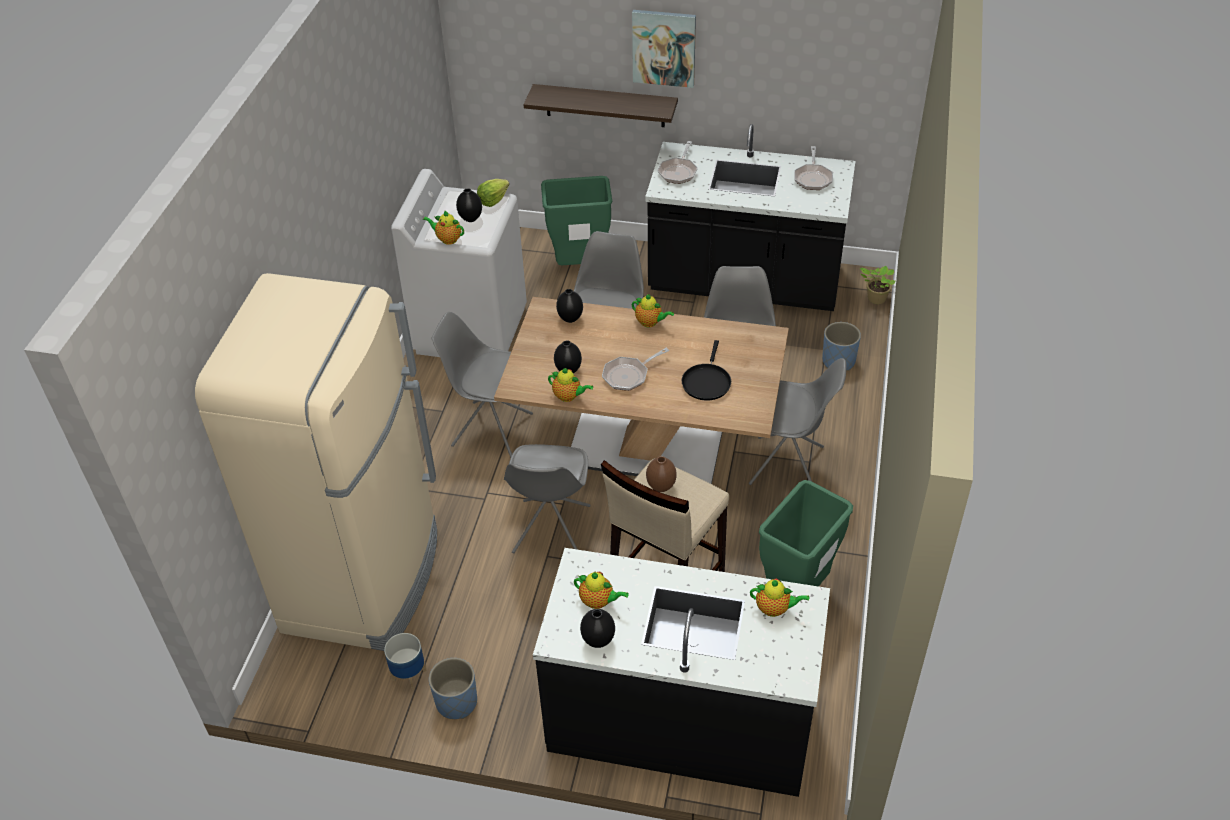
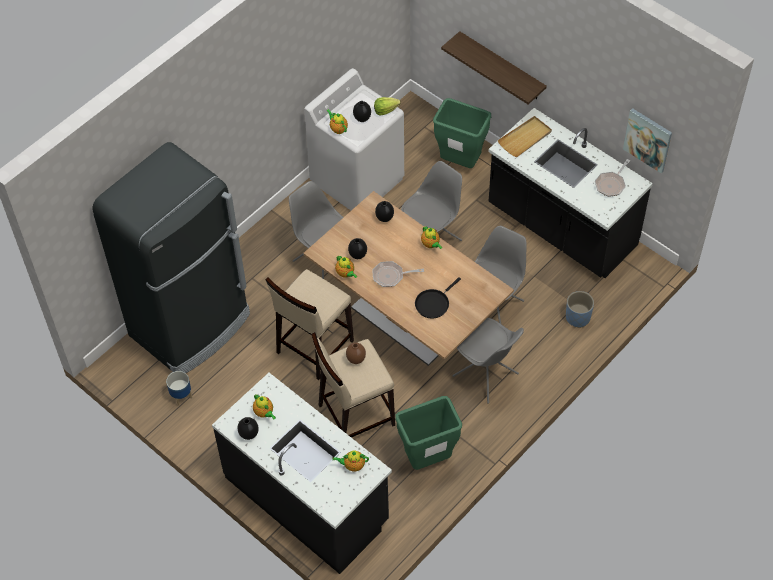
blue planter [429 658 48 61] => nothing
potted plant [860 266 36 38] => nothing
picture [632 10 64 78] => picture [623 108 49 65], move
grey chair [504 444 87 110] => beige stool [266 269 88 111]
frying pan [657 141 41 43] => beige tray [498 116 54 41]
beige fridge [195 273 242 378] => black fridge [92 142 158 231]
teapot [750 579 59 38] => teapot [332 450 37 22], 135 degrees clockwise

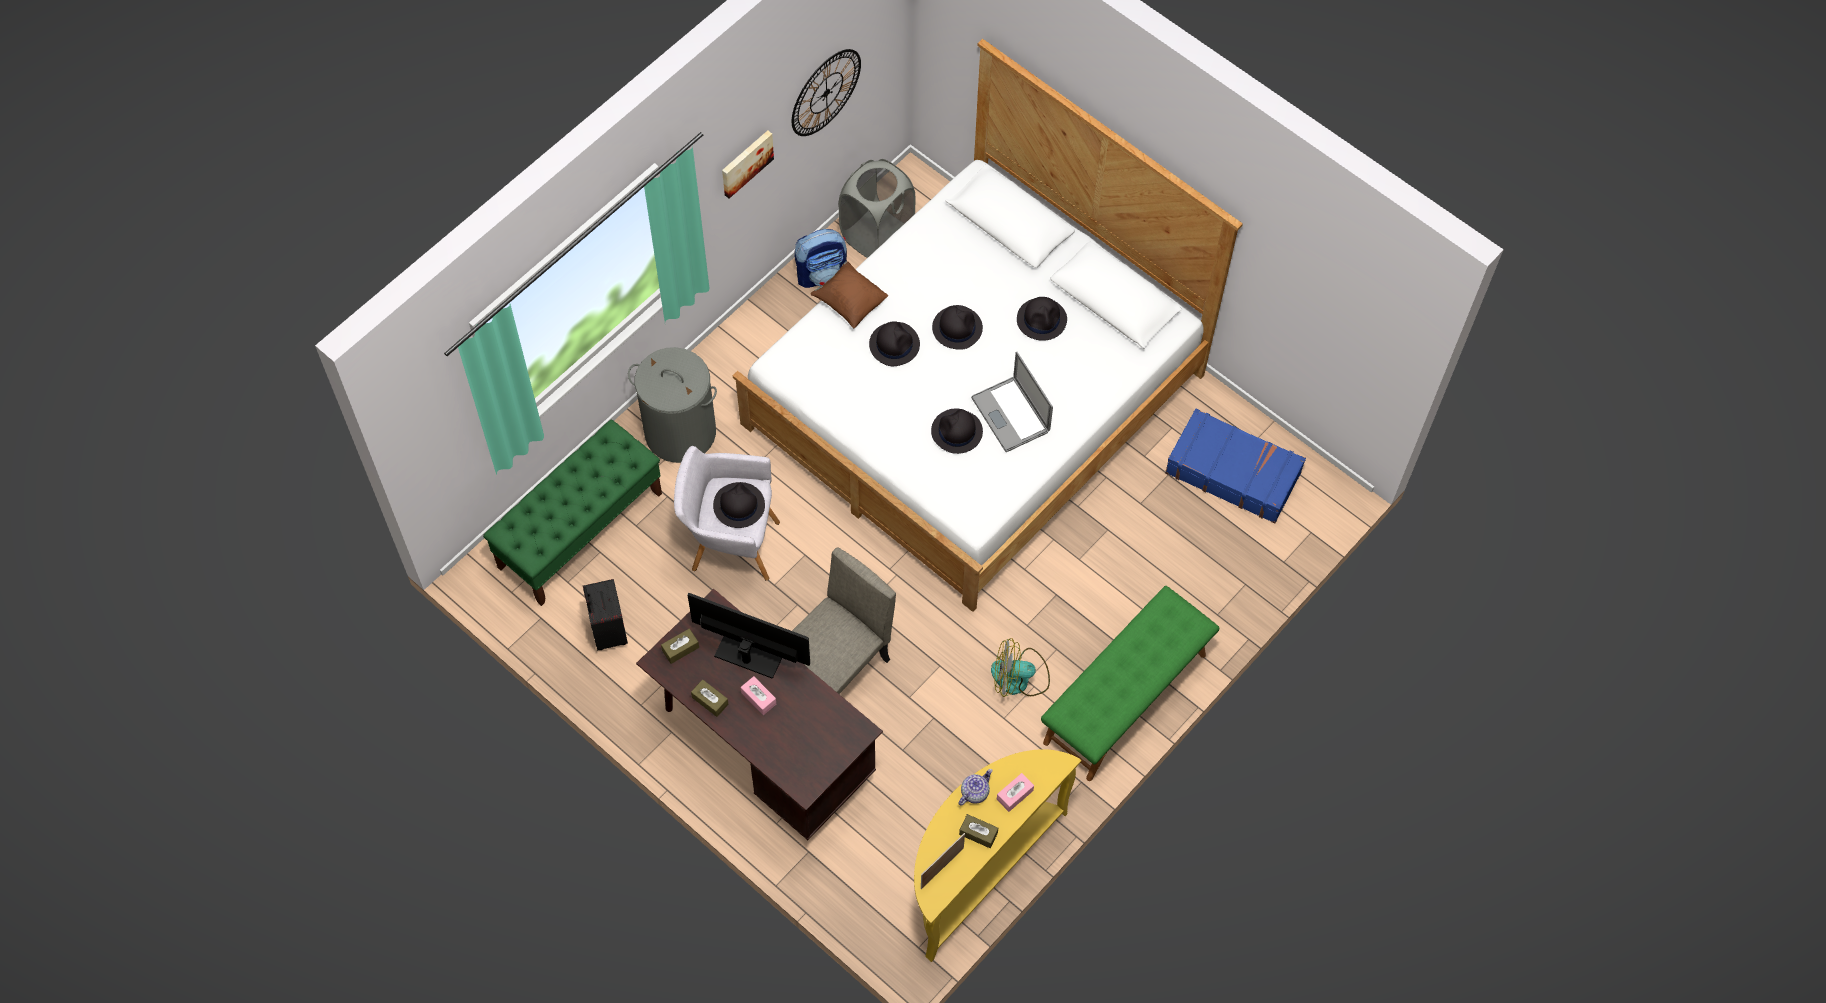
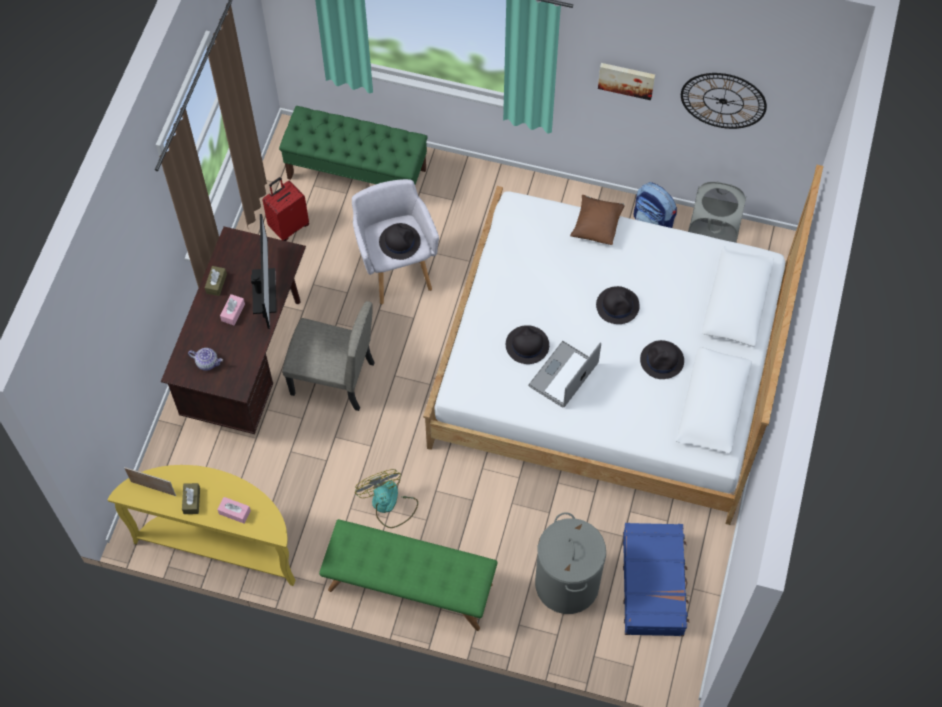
brown tissue box [661 629 38 35] => nothing
black hat [869 321 51 45] => nothing
grey laundry basket [628 347 89 116] => grey laundry basket [535 512 71 102], move
teapot [959 769 33 37] => teapot [188 348 35 23], move
black suitcase [583 579 45 71] => red suitcase [263 177 46 64]

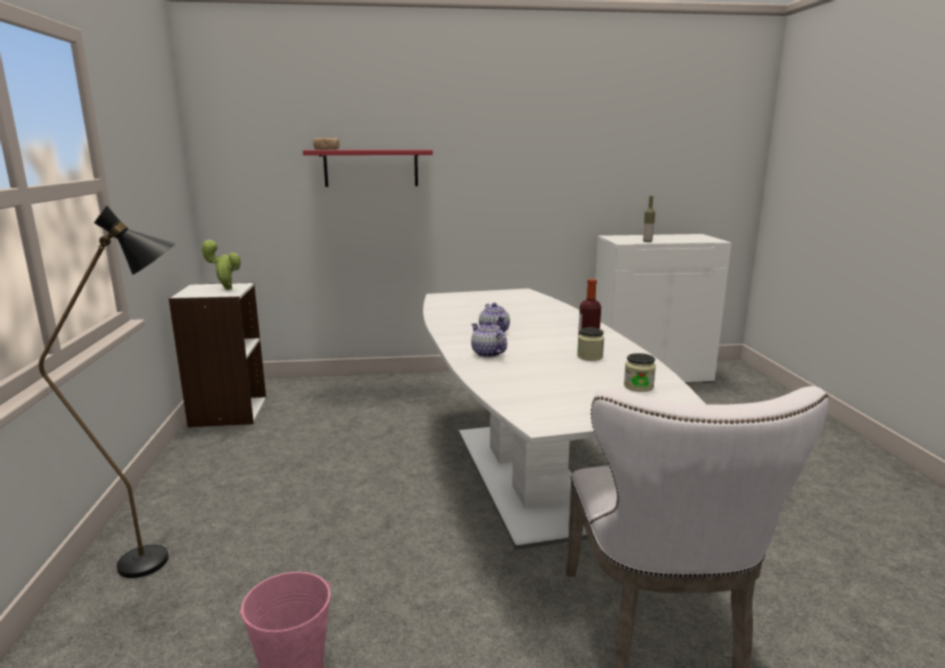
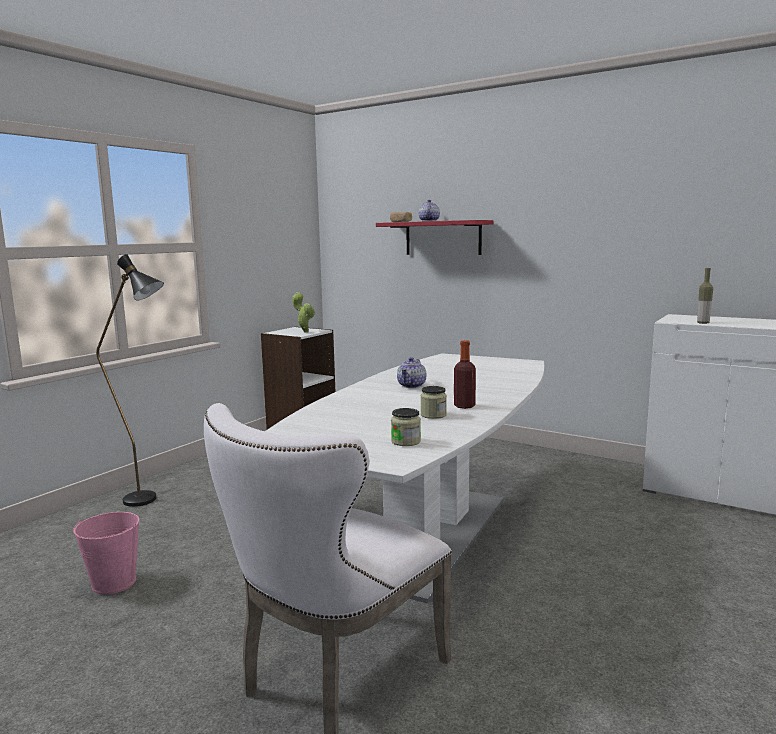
teapot [471 321 36 37] => teapot [419 200 21 21], move

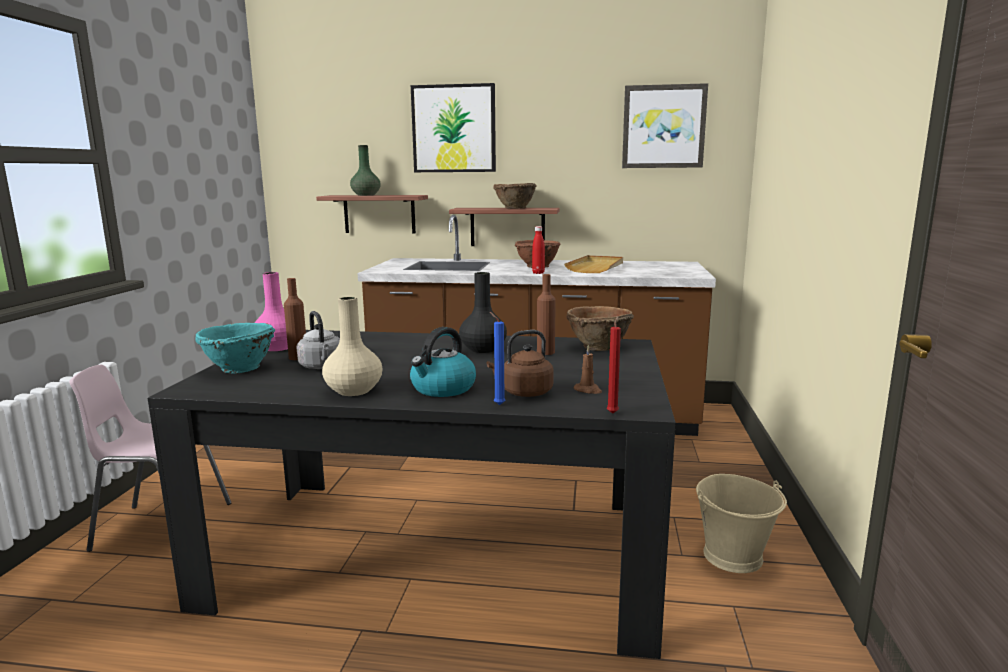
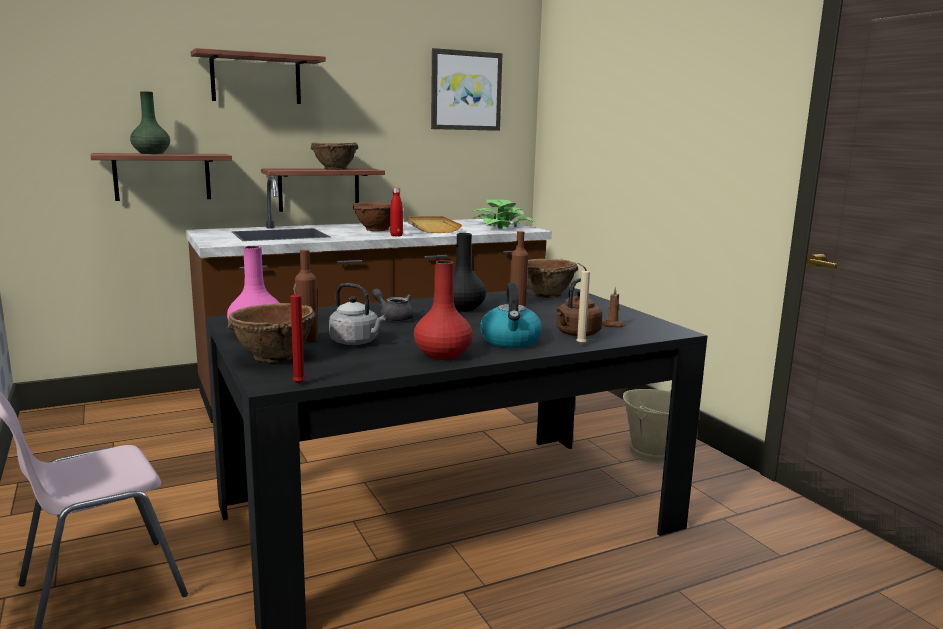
nothing => grey teapot [371 289 43 33]
nothing => potted plant [473 200 63 29]
red candle [607 316 14 98] => red candle [290 283 15 101], move
picture [411 83 85 89] => shelf [191 48 135 56]
turquoise bowl [195 323 80 50] => brown bowl [227 303 88 60]
beige vase [322 296 60 100] => red vase [414 260 59 100]
blue candle [490 312 16 93] => beige candle [576 263 14 82]

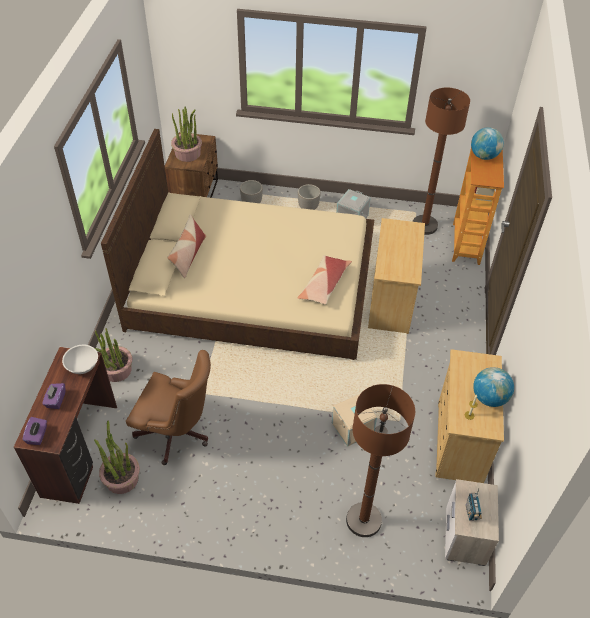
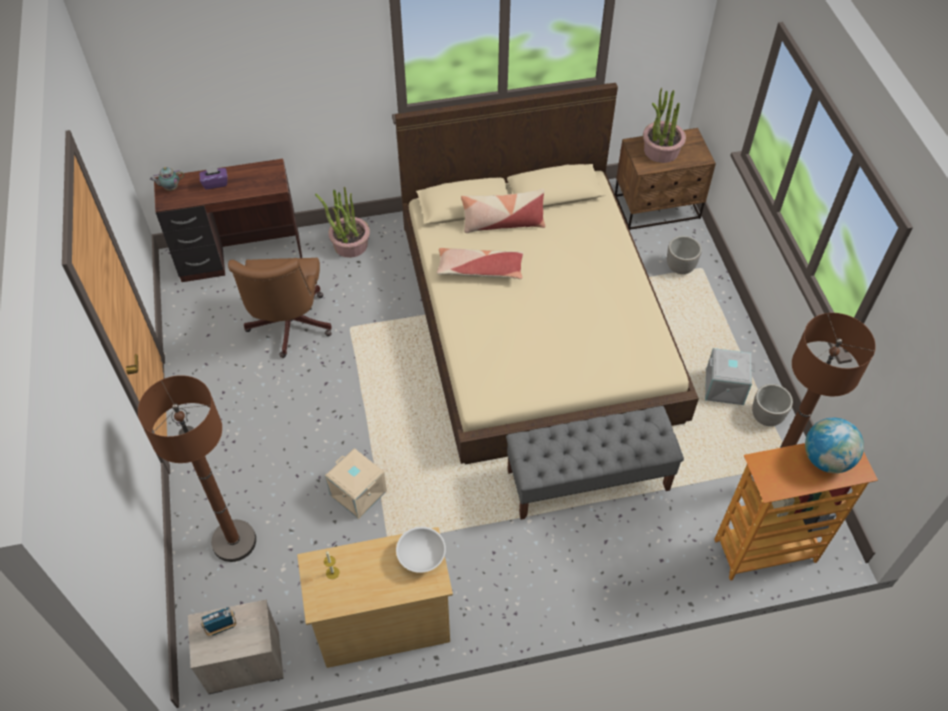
potted plant [94 421 46 73] => nothing
globe [473 367 41 40] => nothing
white bowl [62 345 36 29] => white bowl [396 527 50 46], move
planter [298 184 23 26] => planter [752 384 41 42], move
pillow [298 255 54 49] => pillow [437 248 87 31], move
purple tissue box [22 417 25 28] => teapot [150 167 34 24]
beige dresser [368 218 57 116] => grey bench [506 406 178 114]

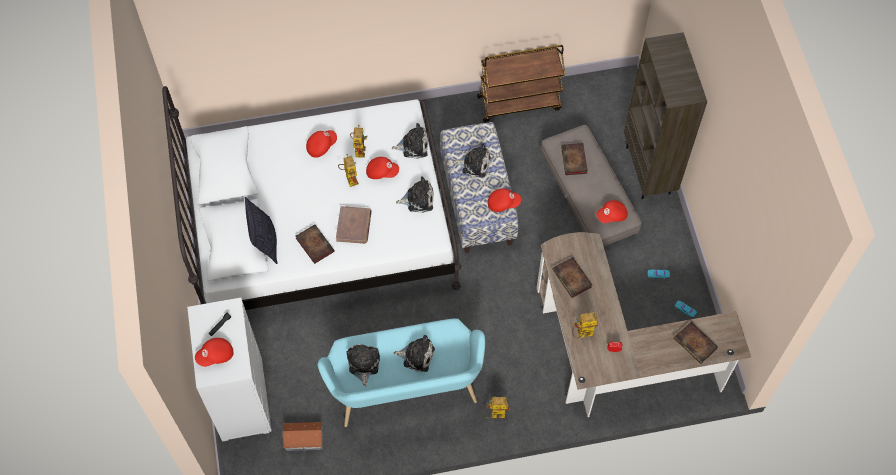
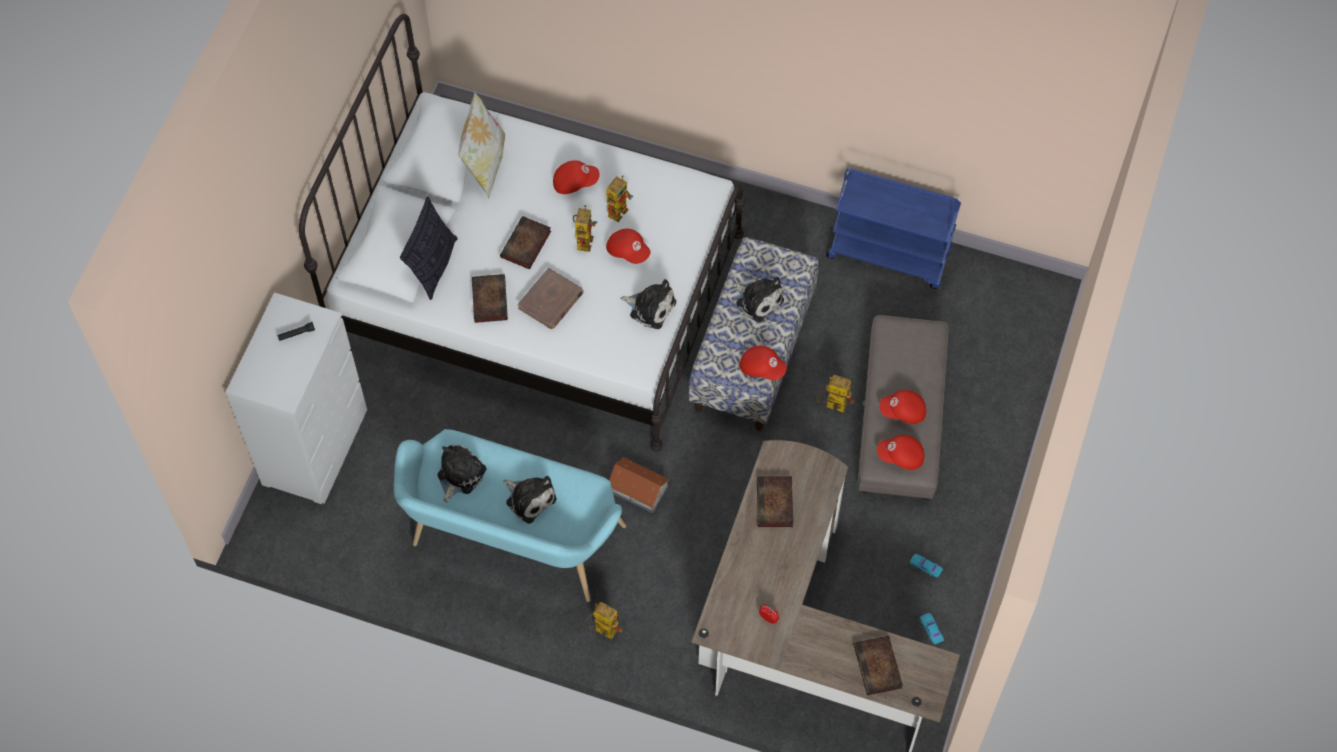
plush toy [392 123 36 36] => nothing
brown bookcase [624 32 83 167] => nothing
nothing => pillow [458 92 47 106]
red cap [195 338 39 29] => red cap [879 390 47 34], move
toy house [282 422 41 29] => toy house [609 457 61 56], move
book [561 143 27 32] => book [500 216 51 53], move
toy robot [572 312 26 26] => toy robot [816 375 38 38], move
brown cart [477 45 88 78] => blue cart [826 168 135 121]

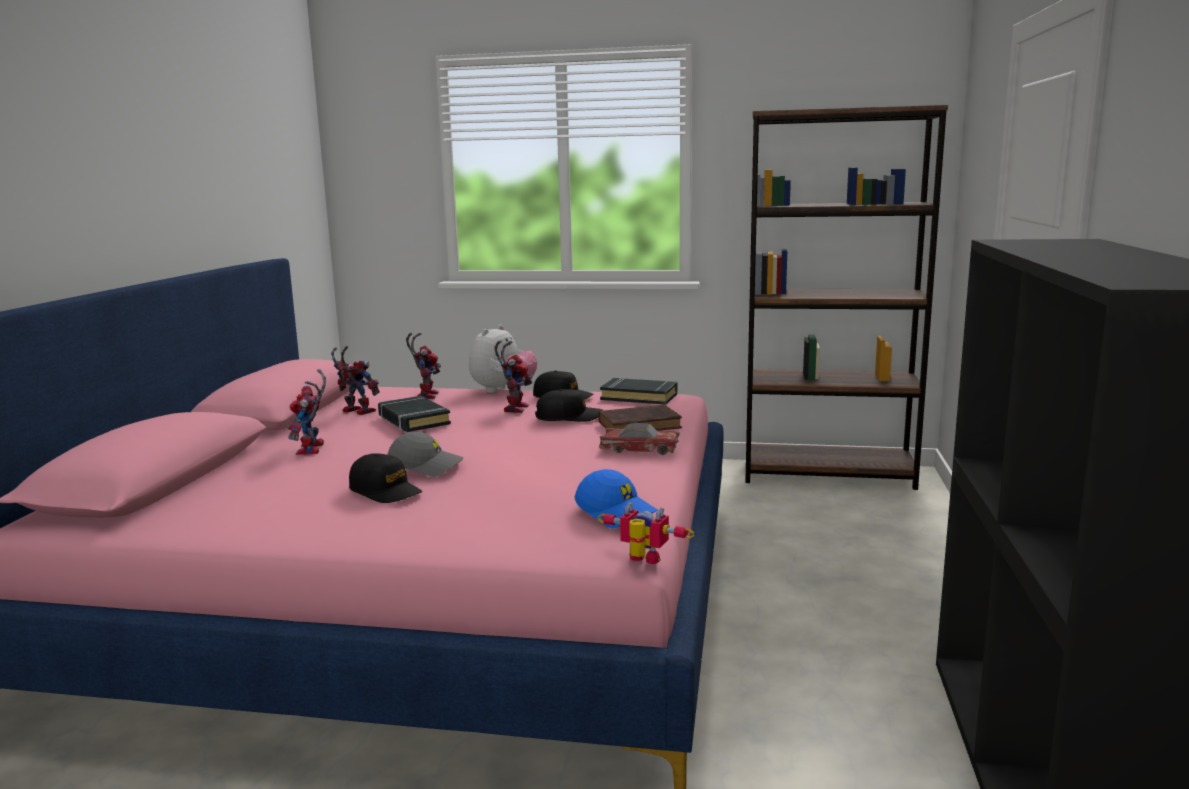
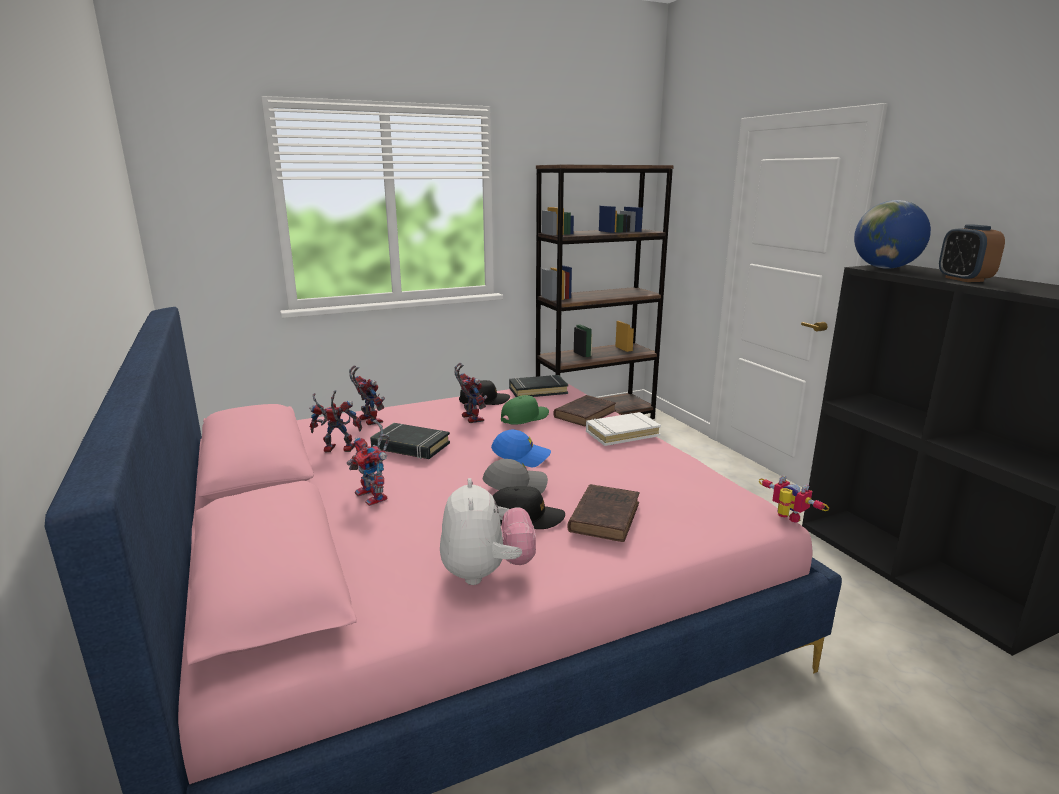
nothing => brown book [567 484 73 58]
nothing => globe [854 200 77 69]
nothing => alarm clock [939 224 66 58]
plush toy [469 325 68 68] => plush toy [440 478 96 107], move
blue cap [575 469 83 59] => blue cap [491 430 60 37], move
toy car [599 423 81 32] => white book [586 412 75 34]
black cap [535 389 69 33] => green cap [501 395 48 30]
toy robot [597 502 97 62] => toy robot [758 476 71 47], 60 degrees clockwise

